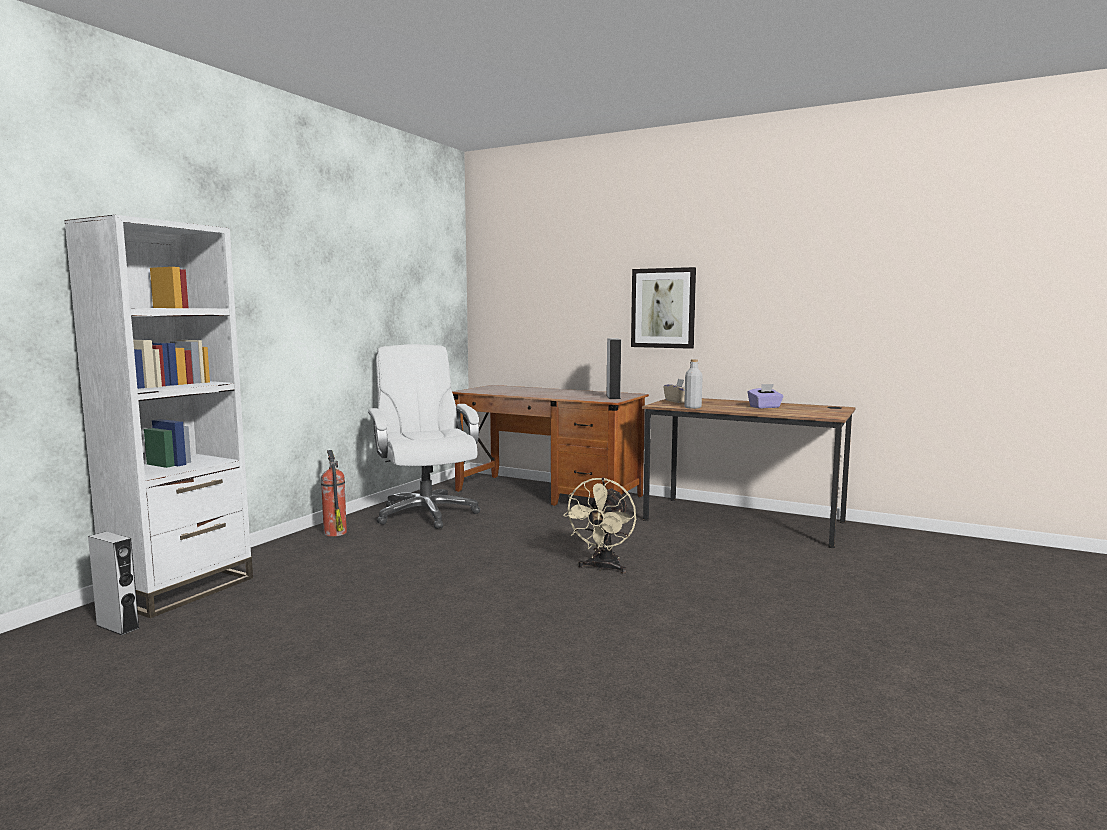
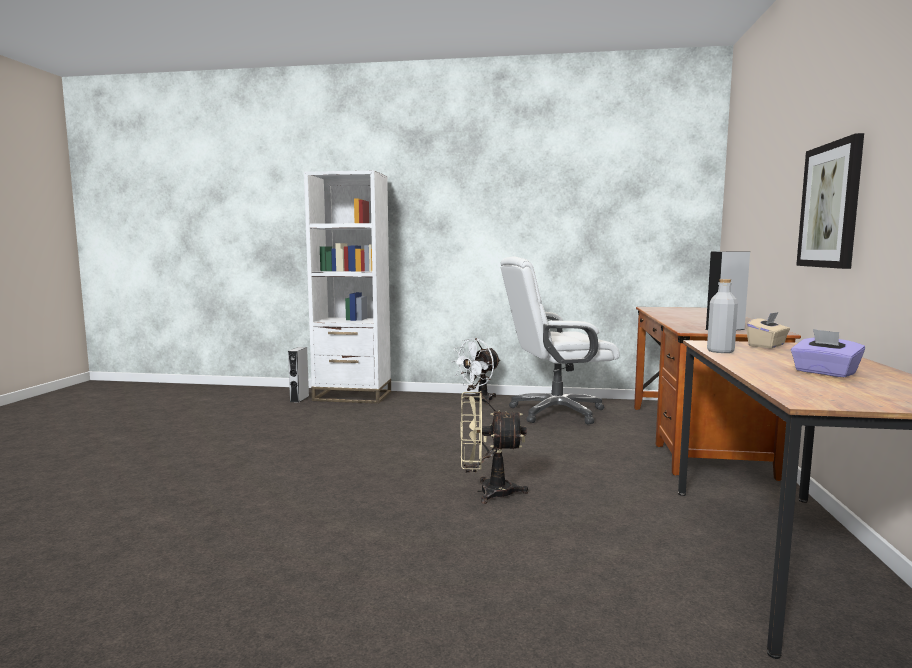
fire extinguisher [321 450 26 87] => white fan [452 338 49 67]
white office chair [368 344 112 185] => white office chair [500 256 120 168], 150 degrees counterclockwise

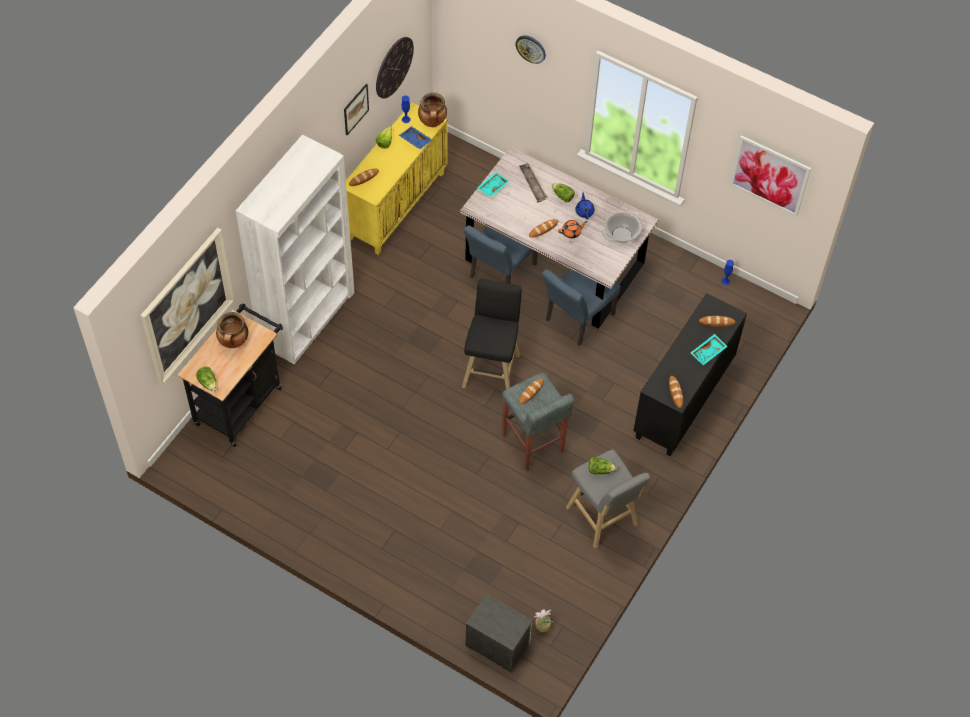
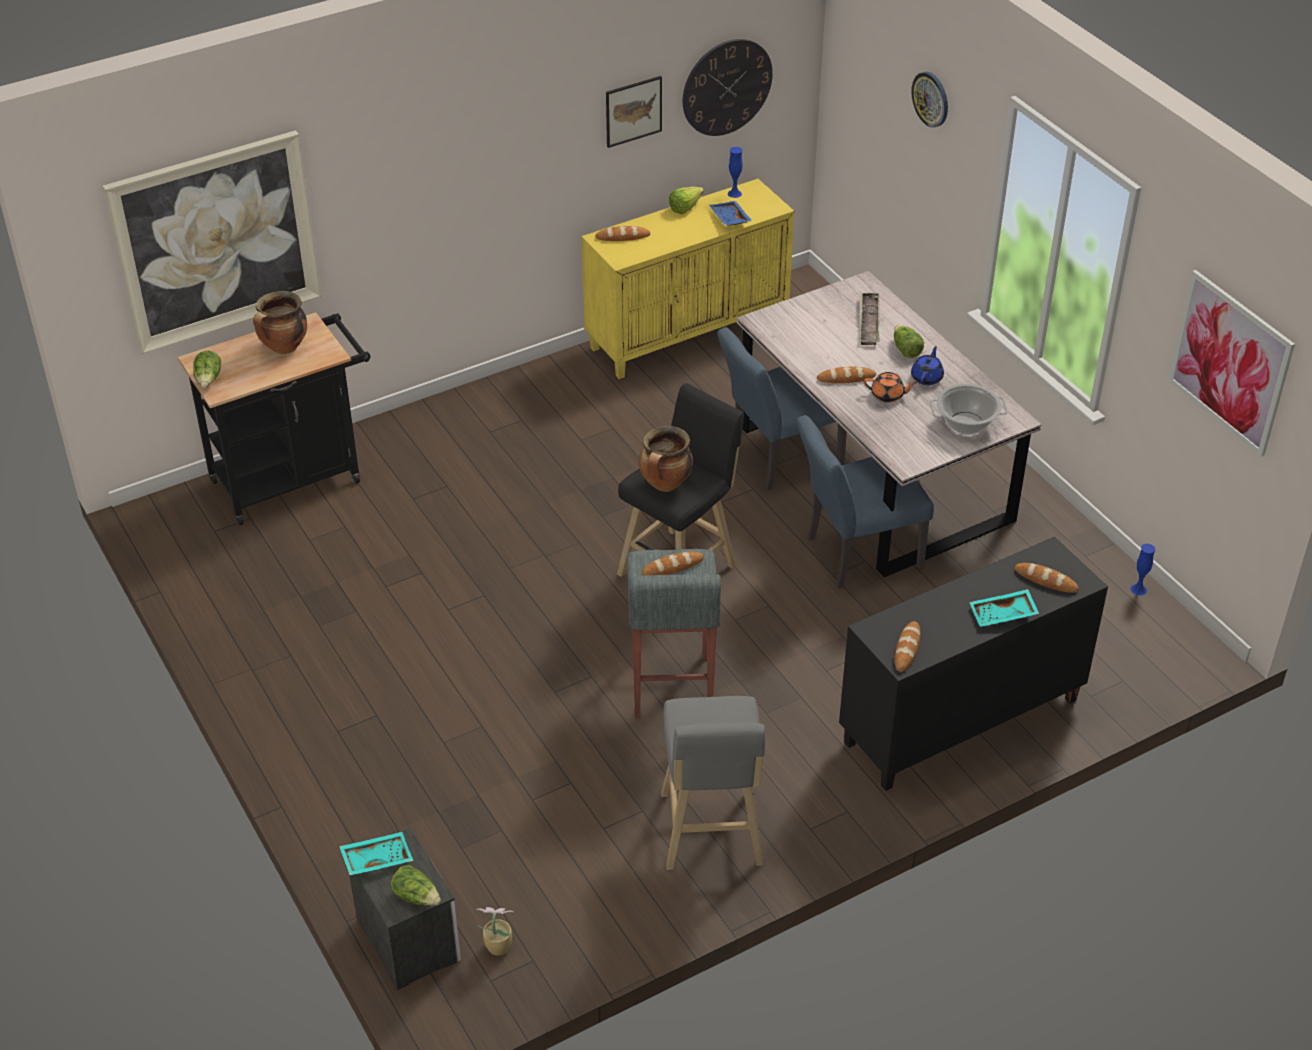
white bookcase [236 134 119 230] => nothing
cooking pot [418 92 29 35] => cooking pot [639 426 54 66], move
turquoise tray [477 172 33 25] => turquoise tray [339 832 74 43], move
lettuce [589 457 28 17] => lettuce [391 865 50 41], move

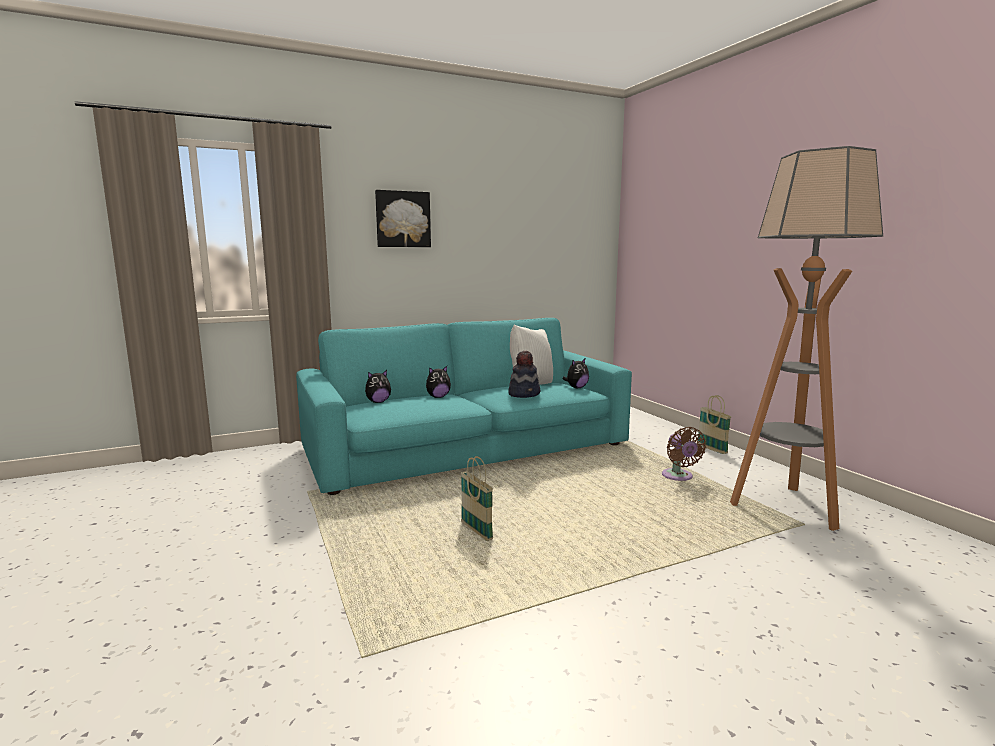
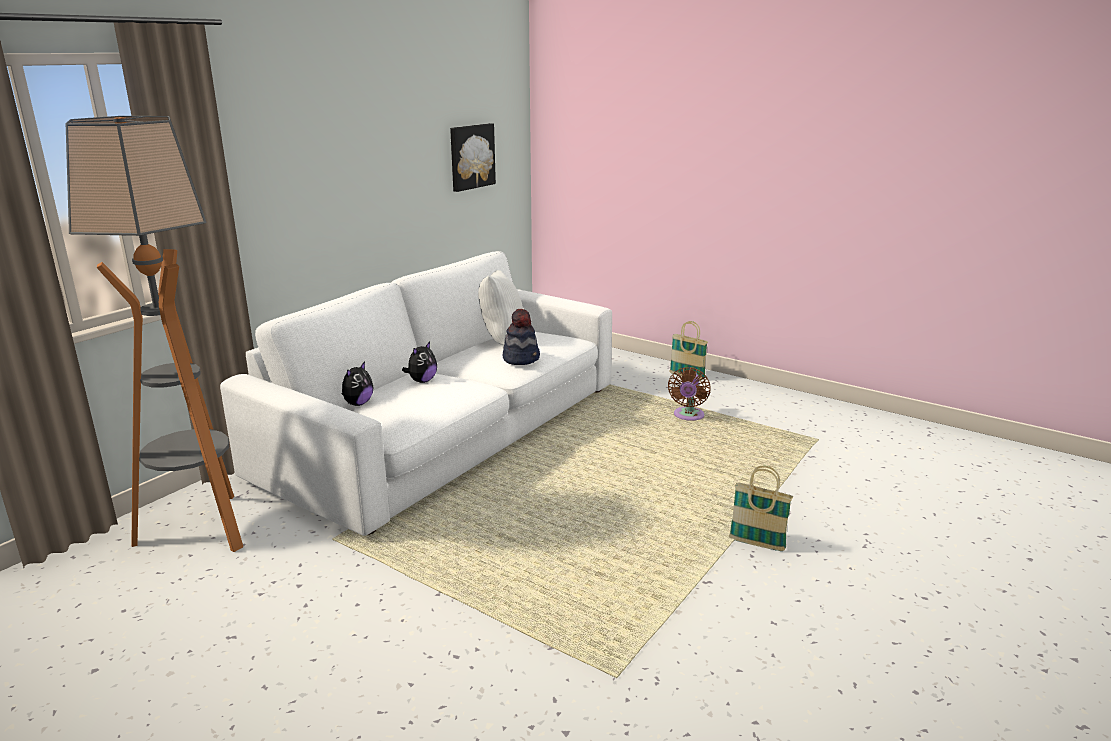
plush toy [563 359 26 29] => nothing
picture [375 190 56 57] => picture [450 123 46 69], move
basket [461 456 32 85] => basket [729 466 64 85], move
floor lamp [730 146 153 385] => floor lamp [65 116 178 436], move
turquoise sofa [296 318 336 177] => white sofa [220 251 392 285]
brown fan [662 427 44 54] => brown fan [668 367 43 54], 60 degrees clockwise

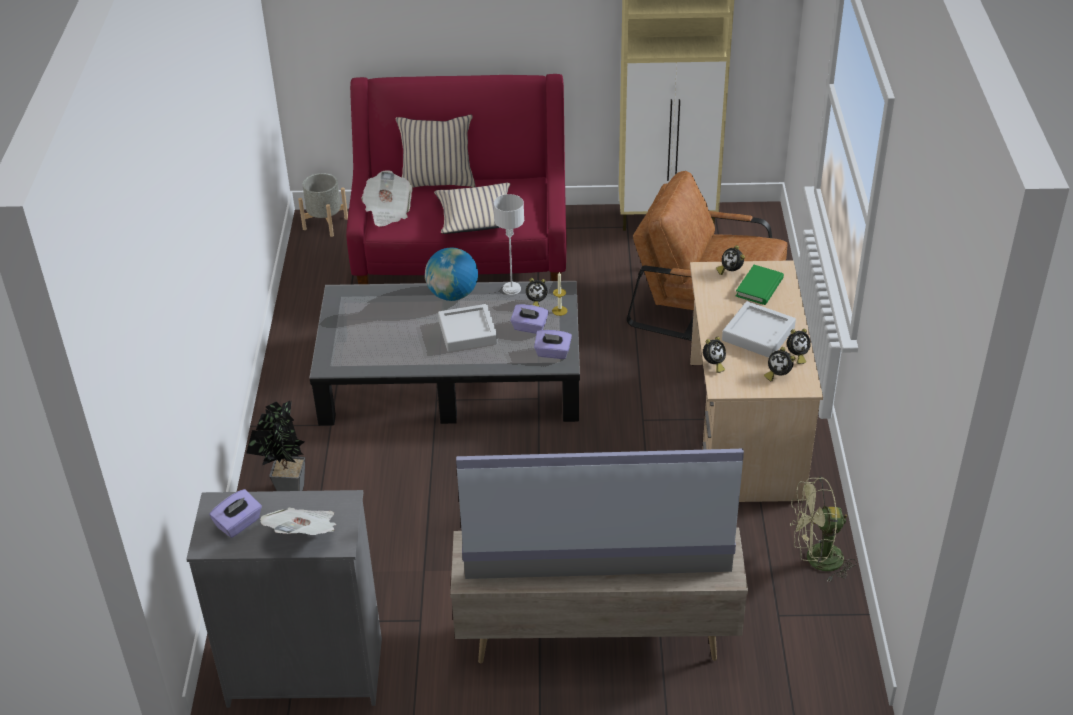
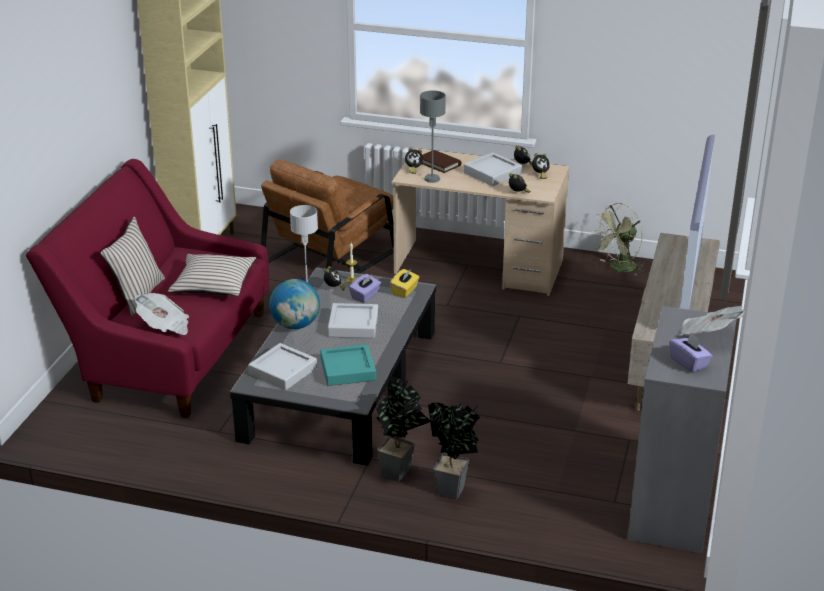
grey planter [298 173 50 64] => nothing
nothing => grey tray [248 343 69 47]
nothing => turquoise tray [320 344 56 42]
nothing => potted plant [376 377 54 105]
nothing => grey table lamp [420 91 26 92]
purple tissue box [534 330 38 29] => yellow tissue box [390 269 29 29]
green book [736 265 48 40] => brown book [422 150 39 23]
green fan [790 477 67 106] => green fan [593 203 51 73], 45 degrees clockwise

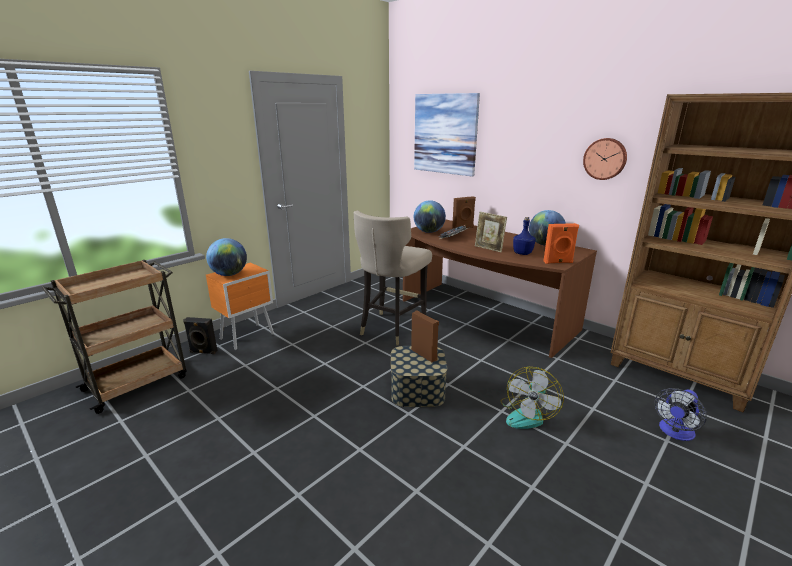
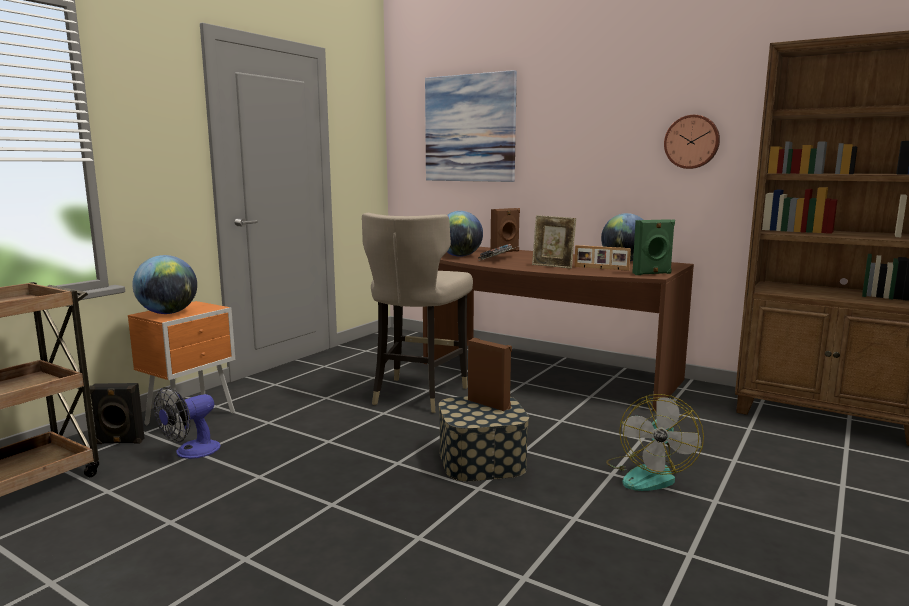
fan [655 388 52 53] => fan [154 387 67 72], move
blue bottle [513 217 23 38] => picture frame [574 245 57 26]
orange speaker [544 223 35 41] => green speaker [632 219 43 56]

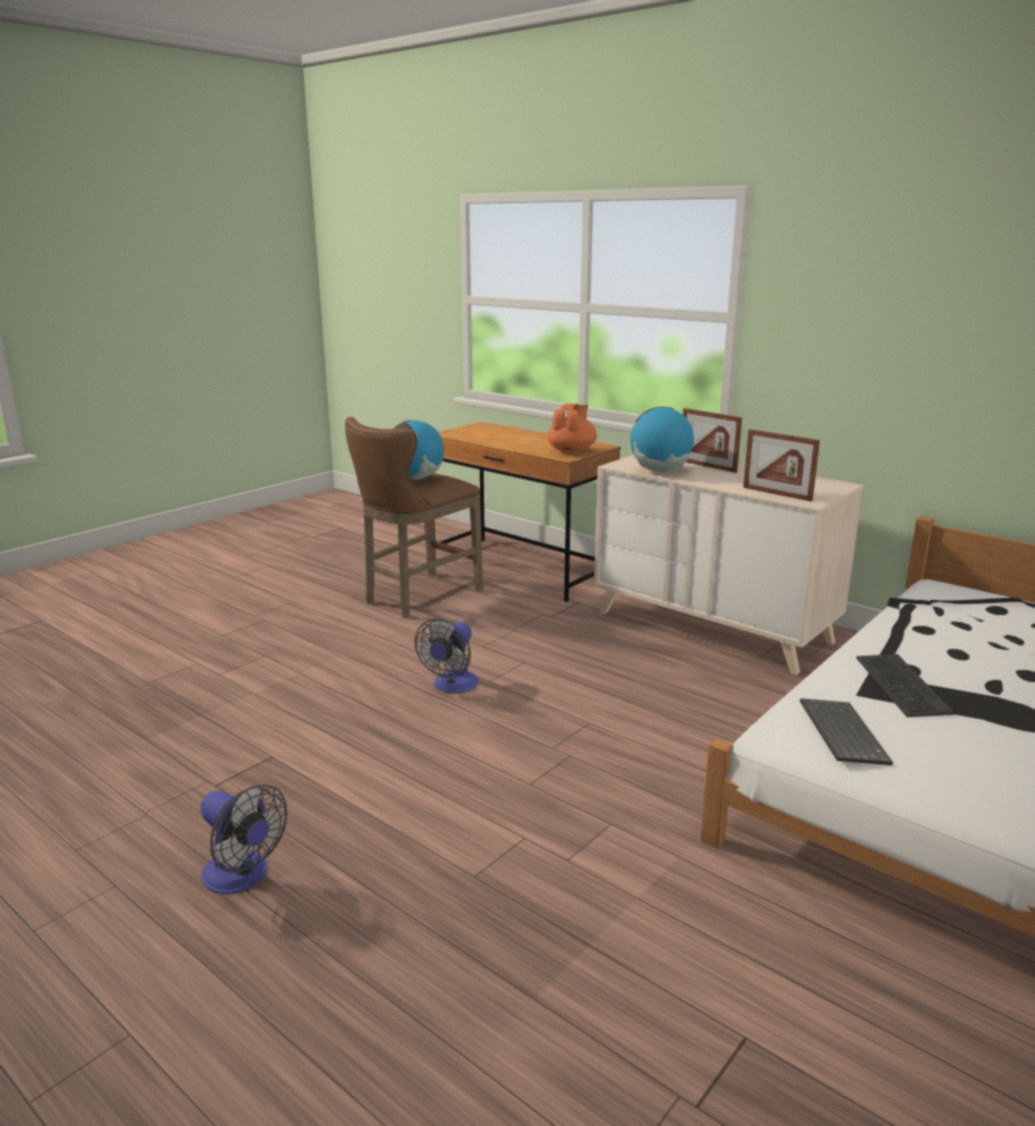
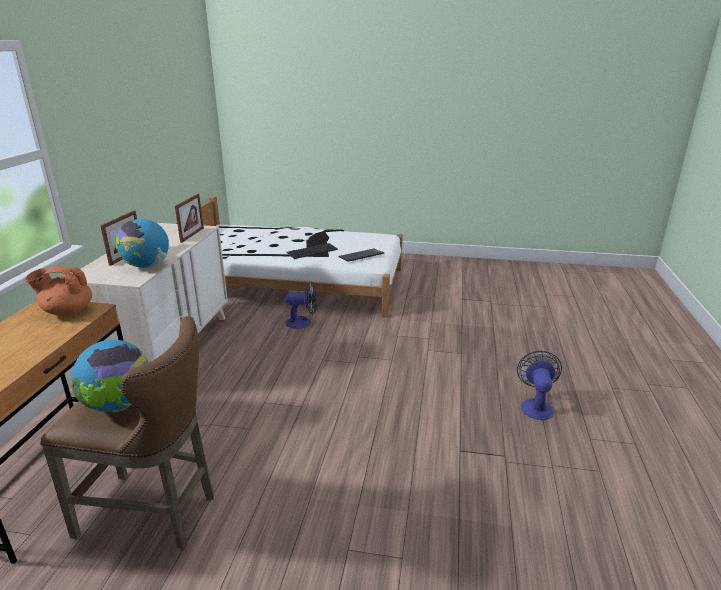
fan [415 619 64 74] => fan [285 281 32 48], move

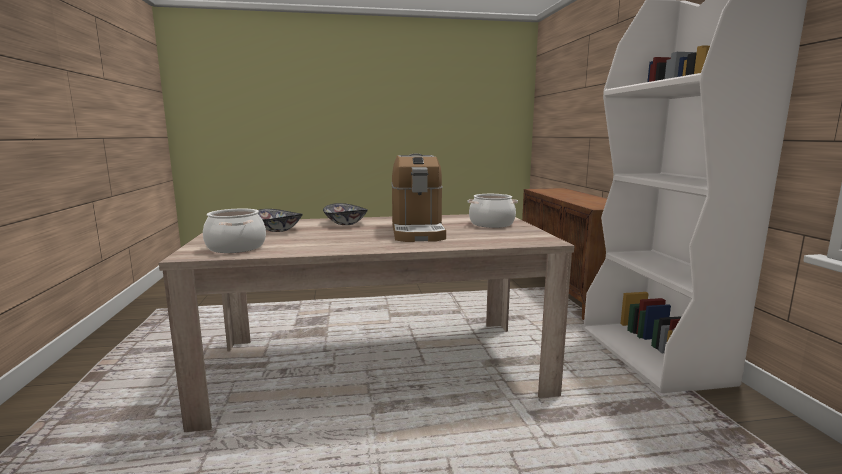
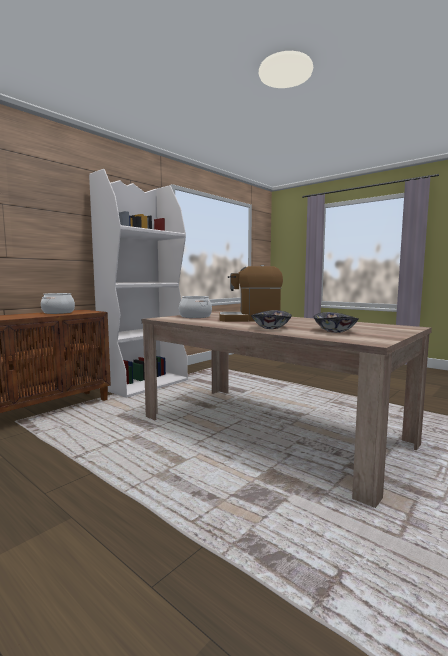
cooking pot [203 209 63 44] => cooking pot [41 293 34 21], move
coffee machine [391 153 55 89] => coffee machine [220 265 63 57], 135 degrees counterclockwise

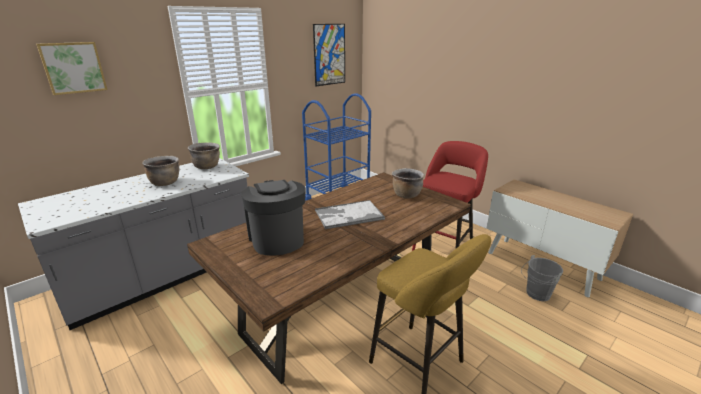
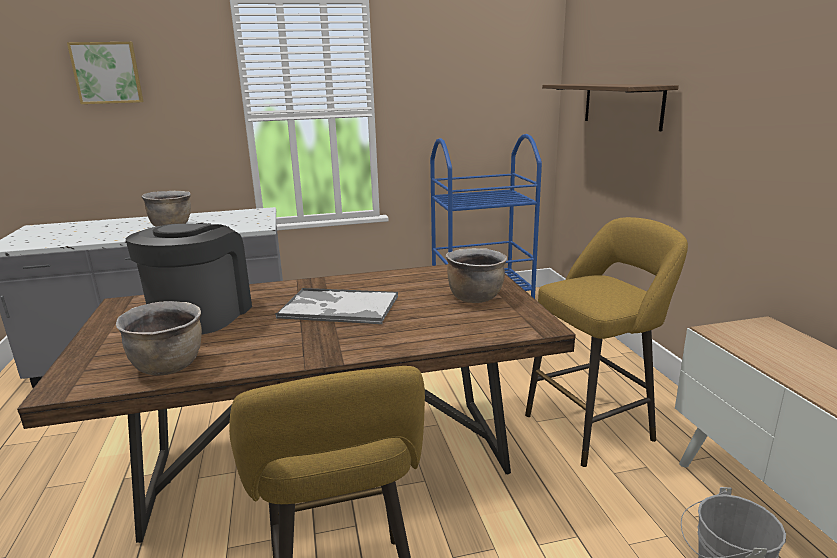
picture [313 24 32 62] => nothing
nothing => shelf [542 84 137 47]
brown cooking pot [188 142 32 27] => brown cooking pot [116 301 86 74], move
red stool [412 141 76 110] => yellow stool [525 217 163 250]

